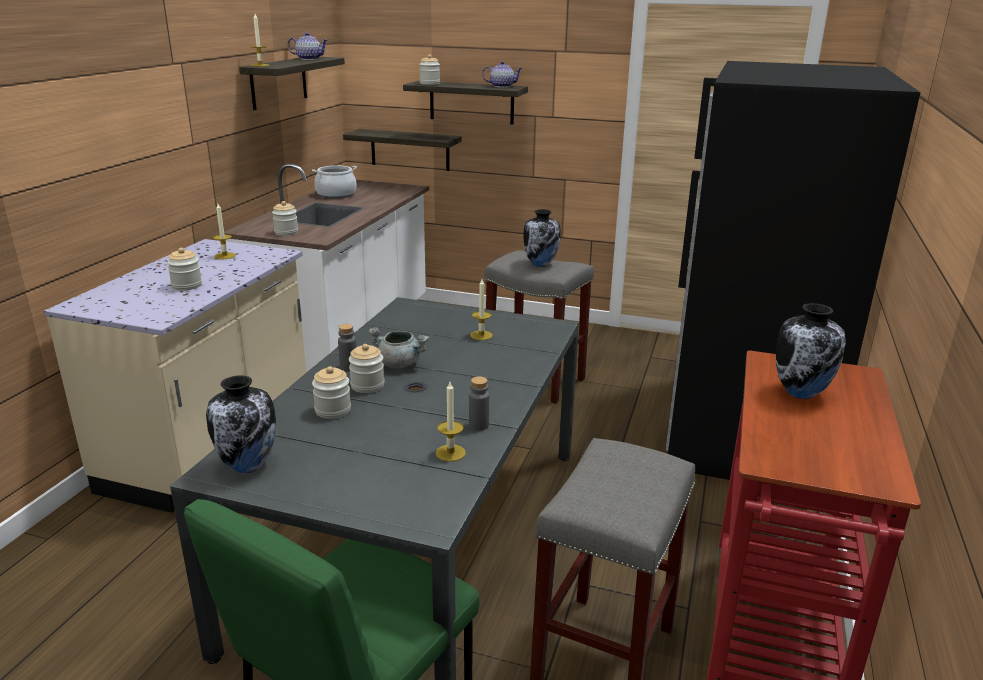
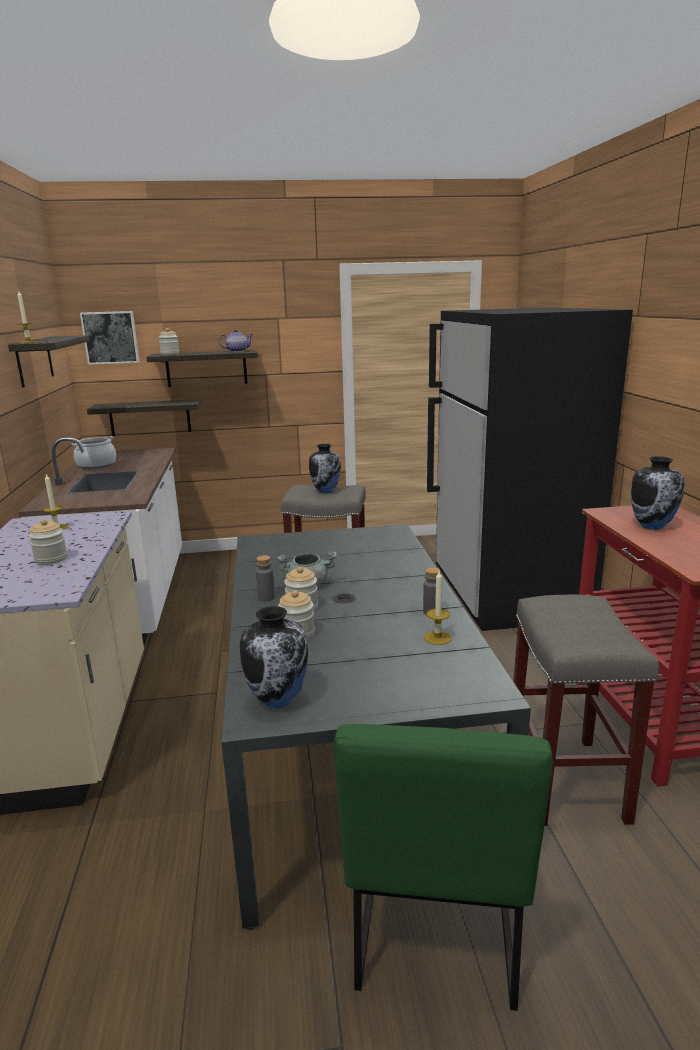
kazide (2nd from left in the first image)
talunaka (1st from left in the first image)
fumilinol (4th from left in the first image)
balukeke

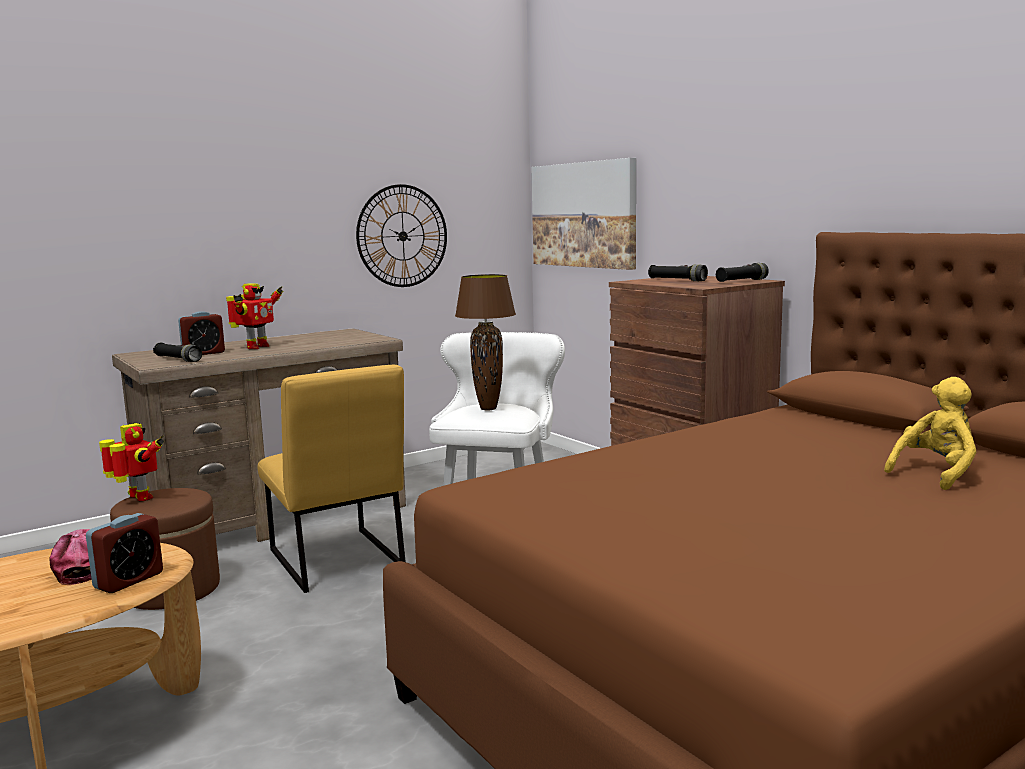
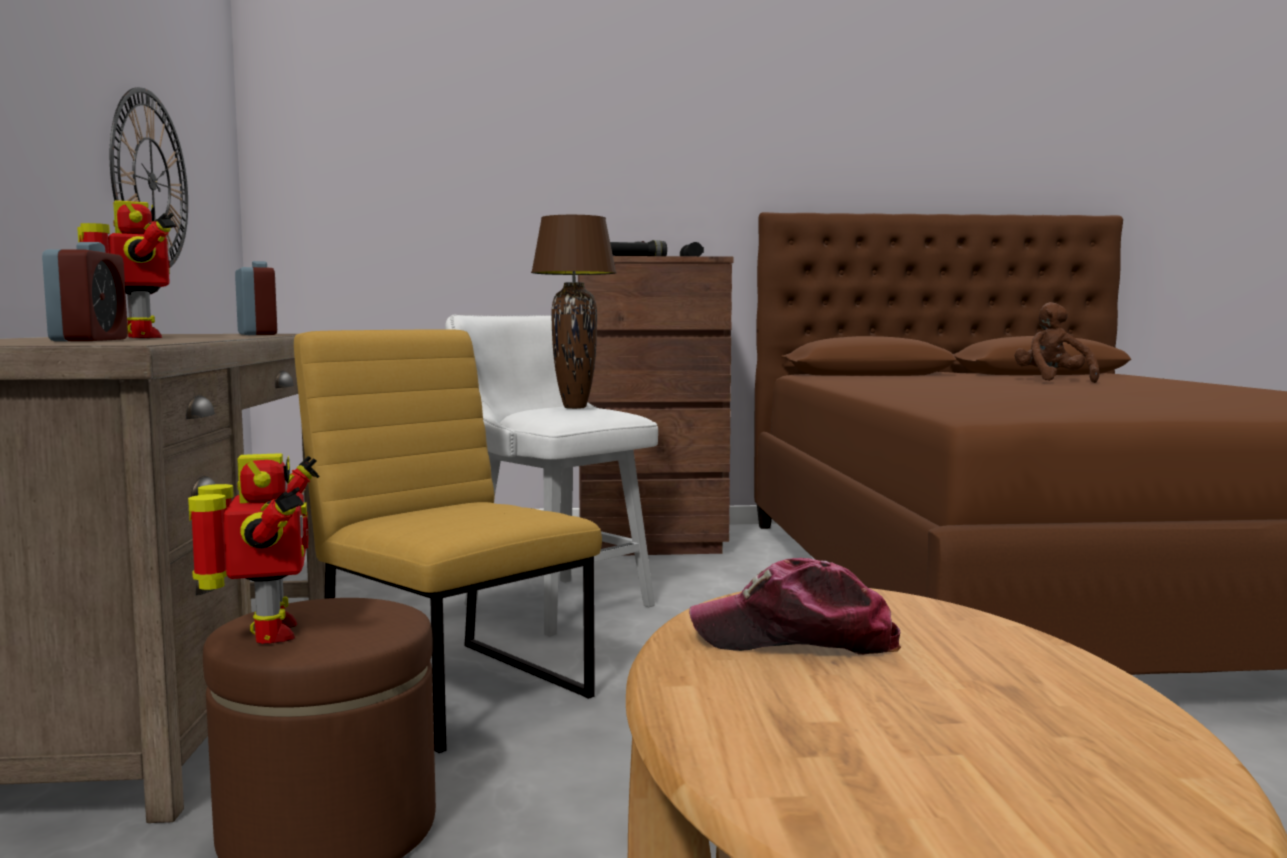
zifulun (2nd from left)
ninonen (2nd from left)
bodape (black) (1st from left in the first image)
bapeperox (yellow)
balukeke
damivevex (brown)

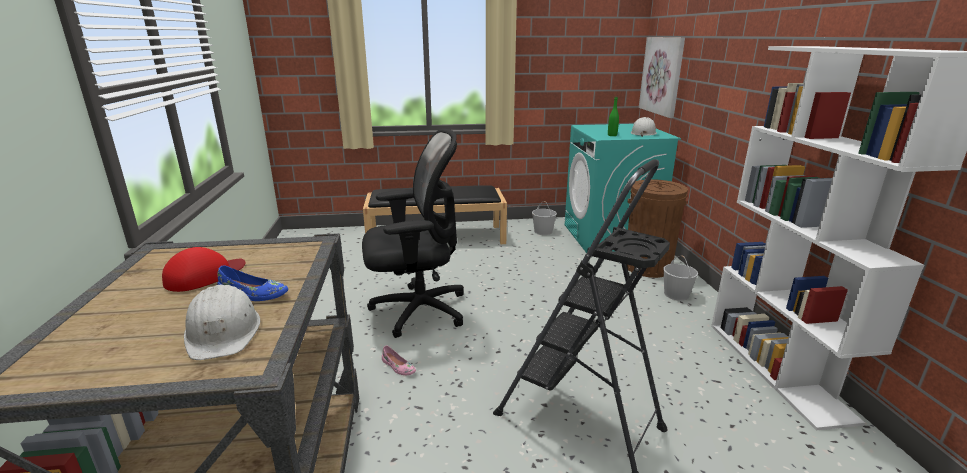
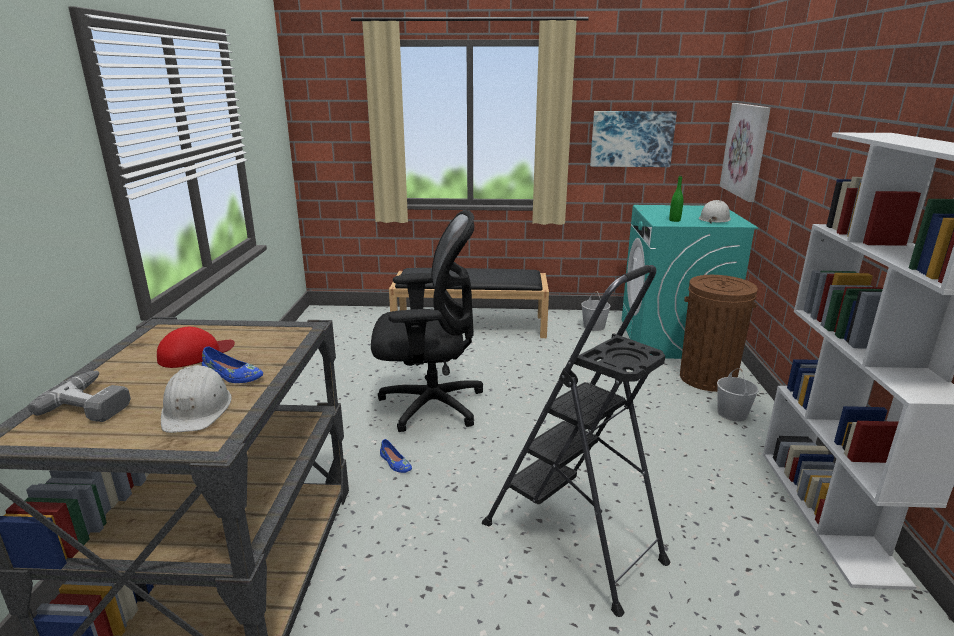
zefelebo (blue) (2nd from left)
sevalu
balukeke (1st from left)

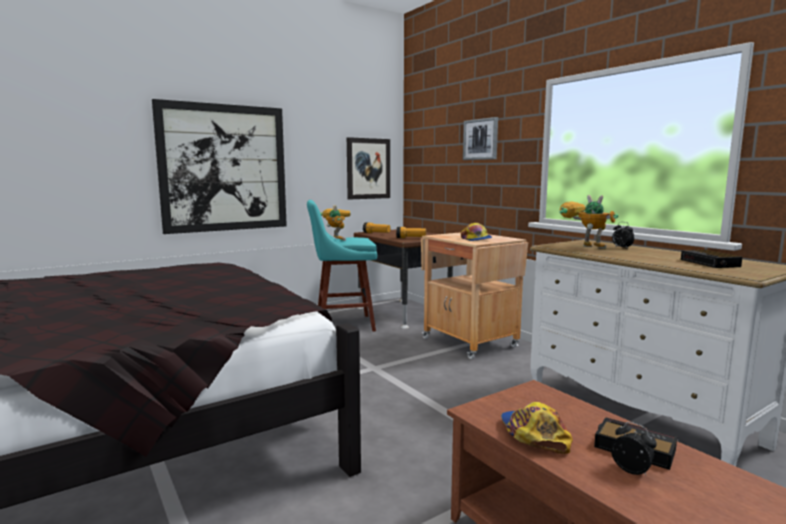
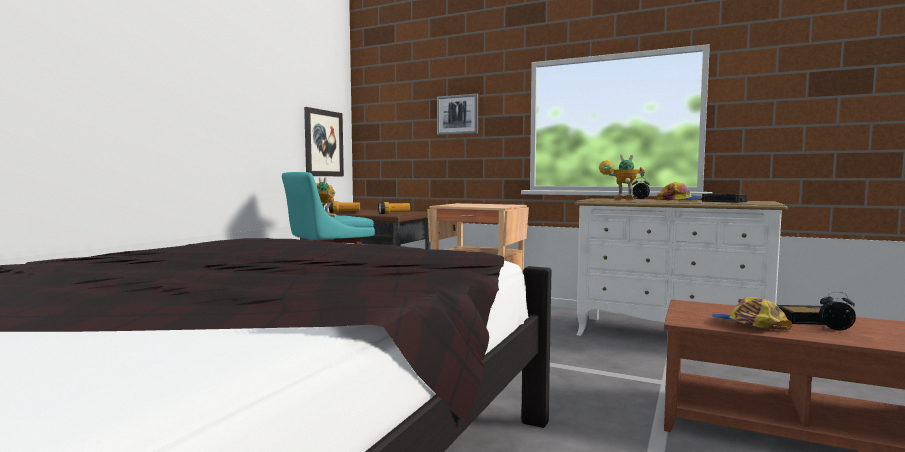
balukeke (1st from left in the first image)
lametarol (1st from left)

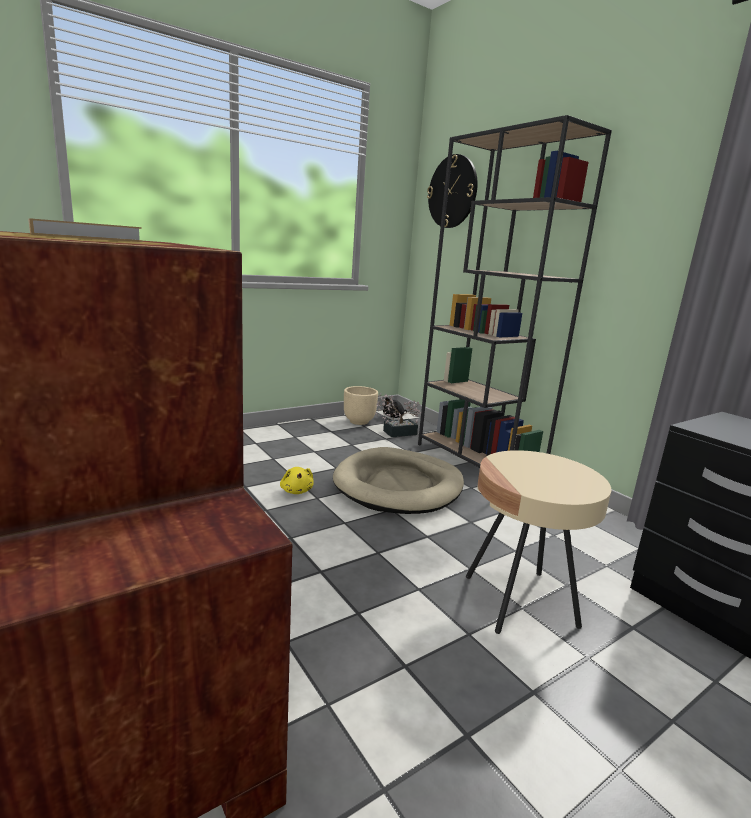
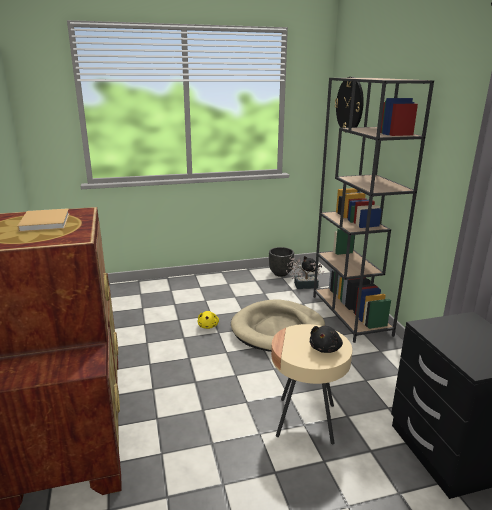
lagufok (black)
damivevex (black) (2nd from left)

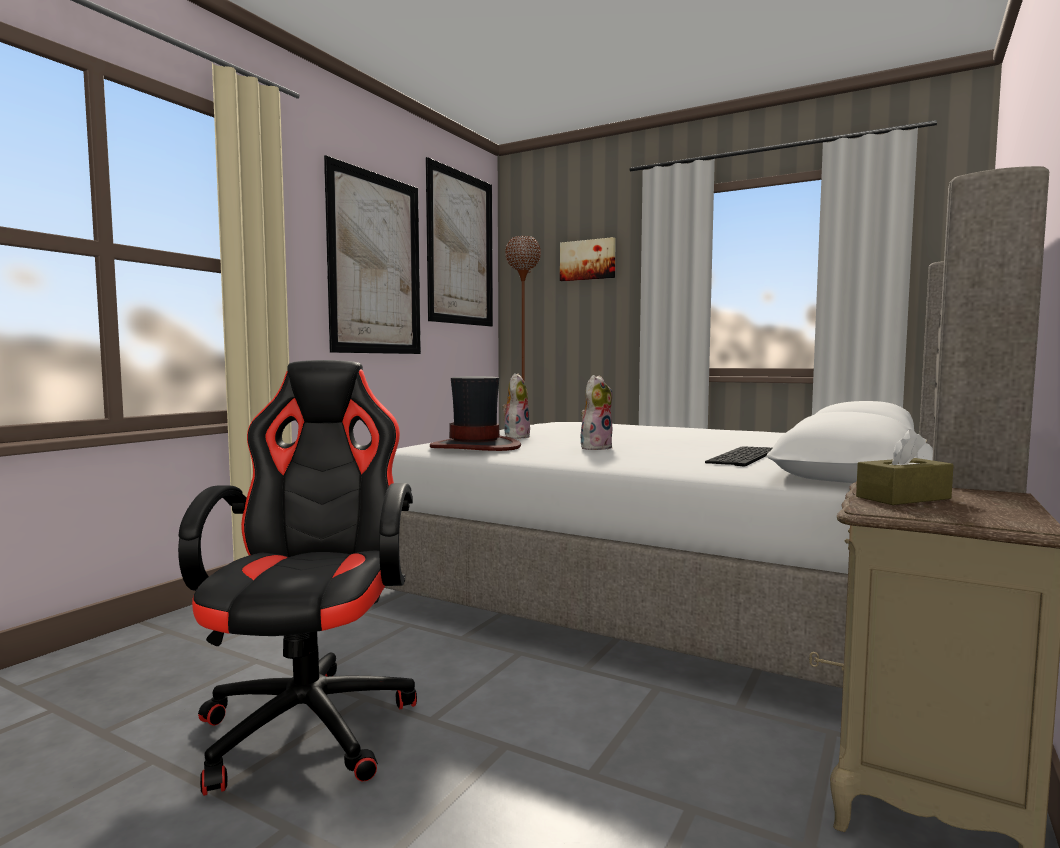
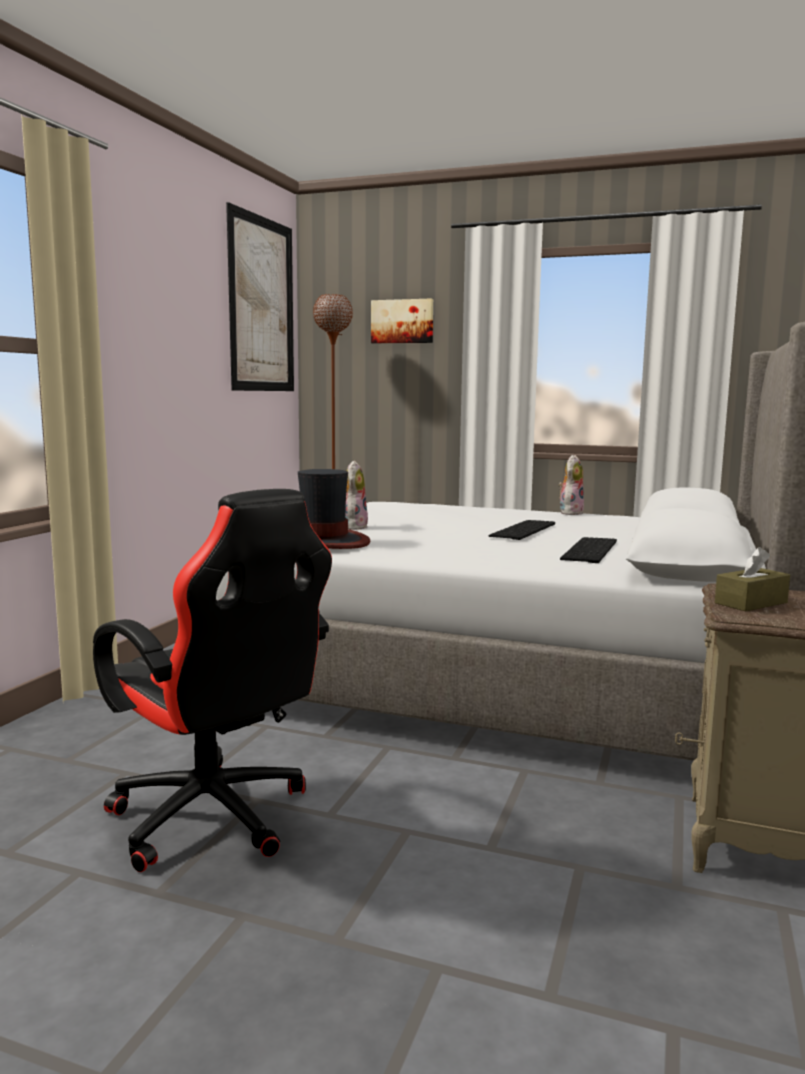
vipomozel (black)
balukeke (1st from left in the first image)
damivevex (2nd from left)
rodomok (1st from left)

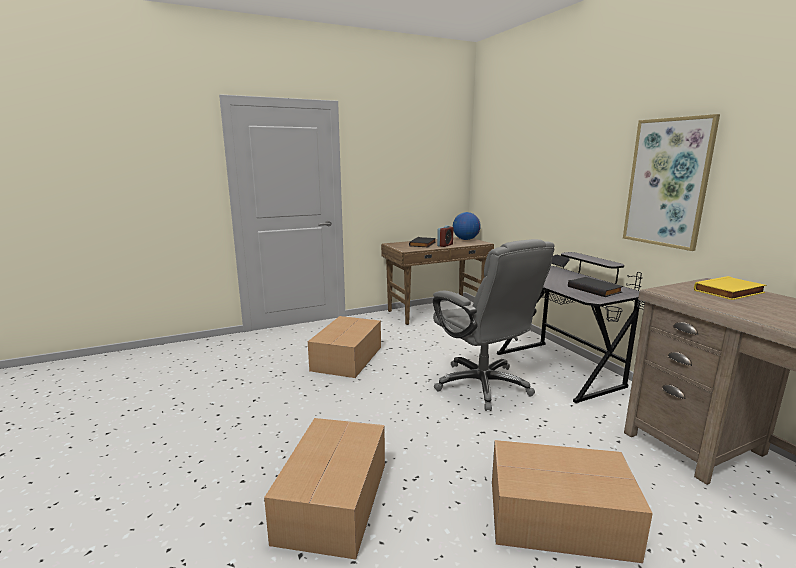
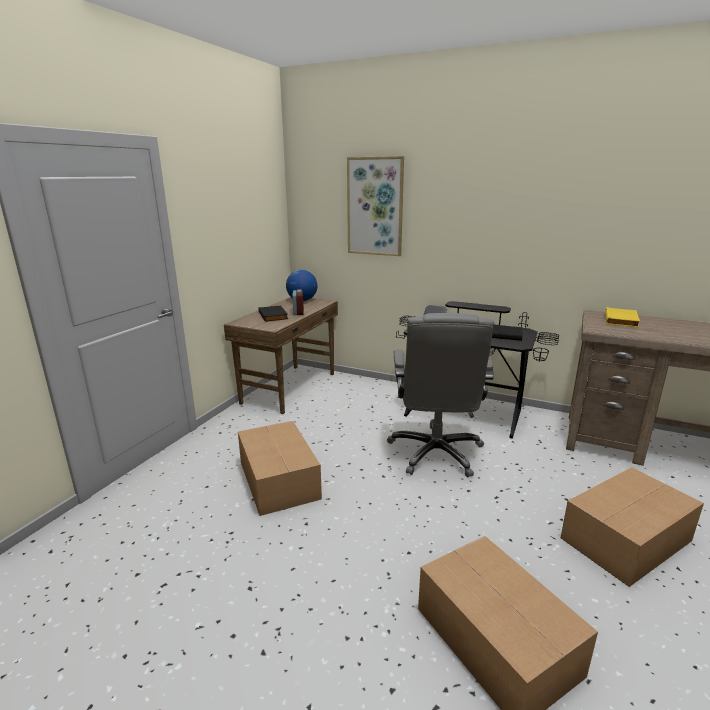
vipomozel (grey)
balukeke

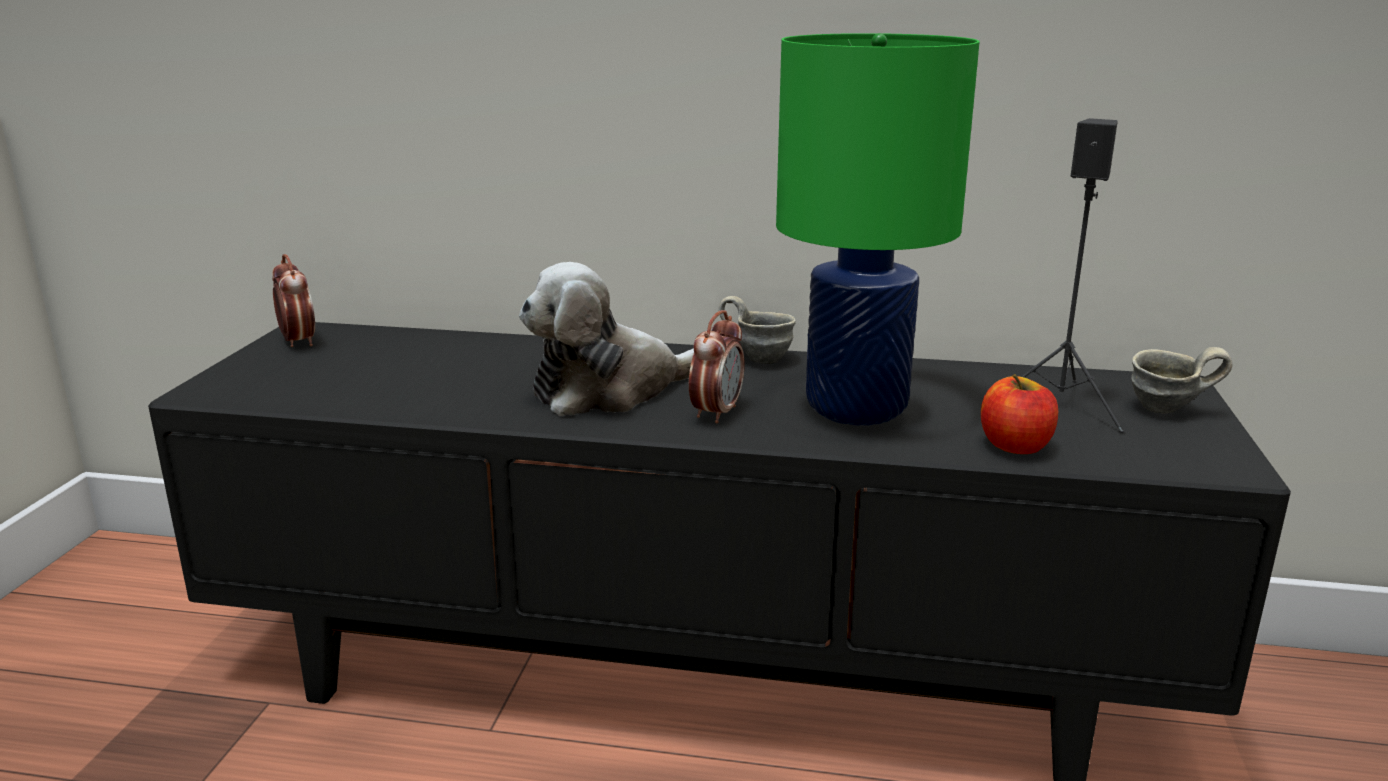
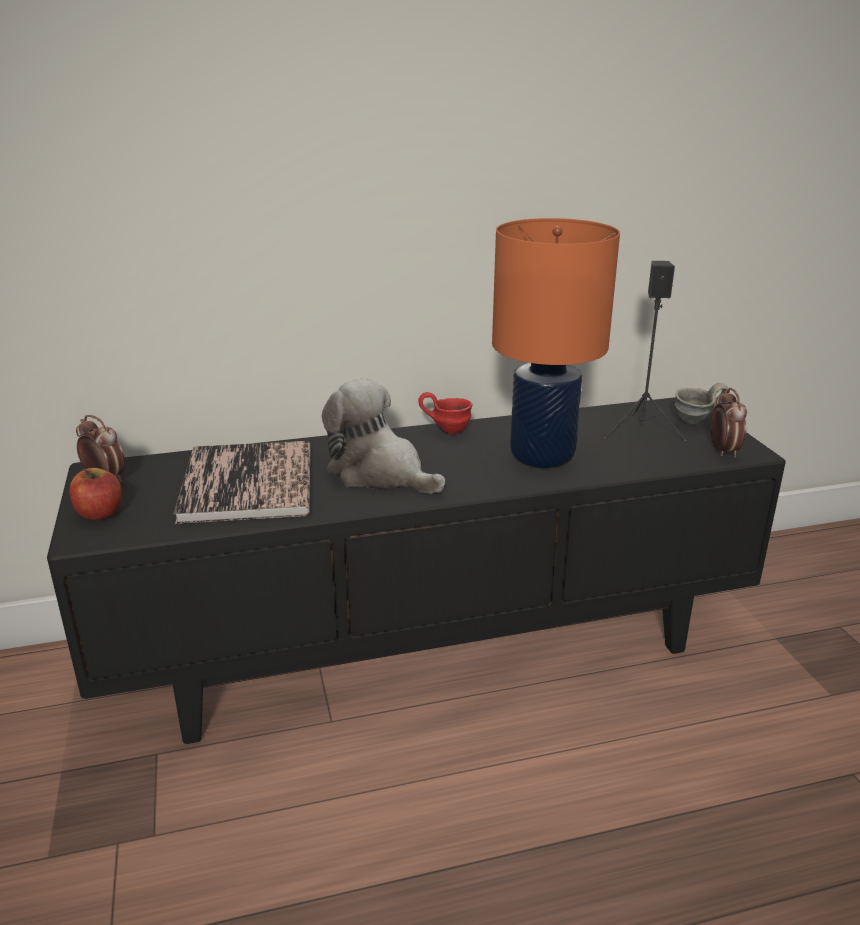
damivevex
zifulun (2nd from left)
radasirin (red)
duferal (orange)
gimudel
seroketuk

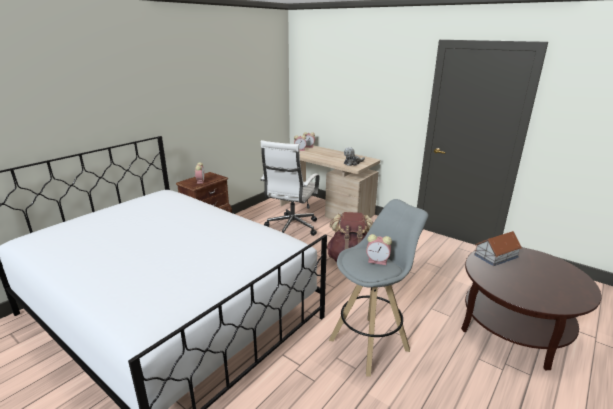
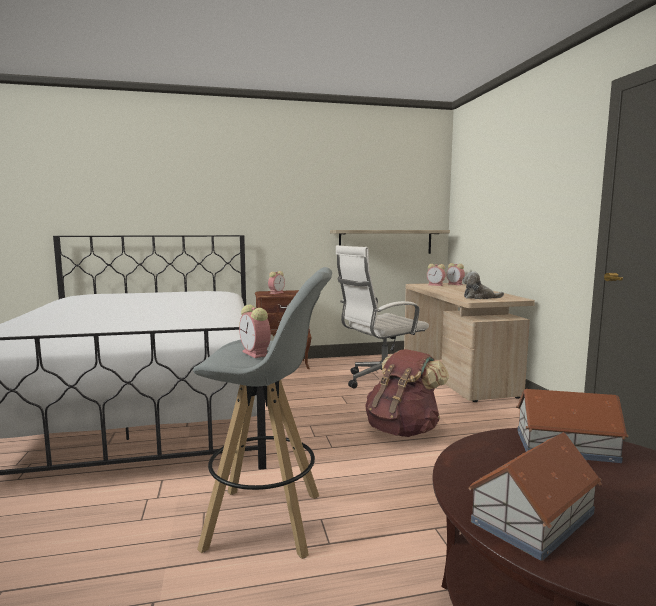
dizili
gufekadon (1st from left)

